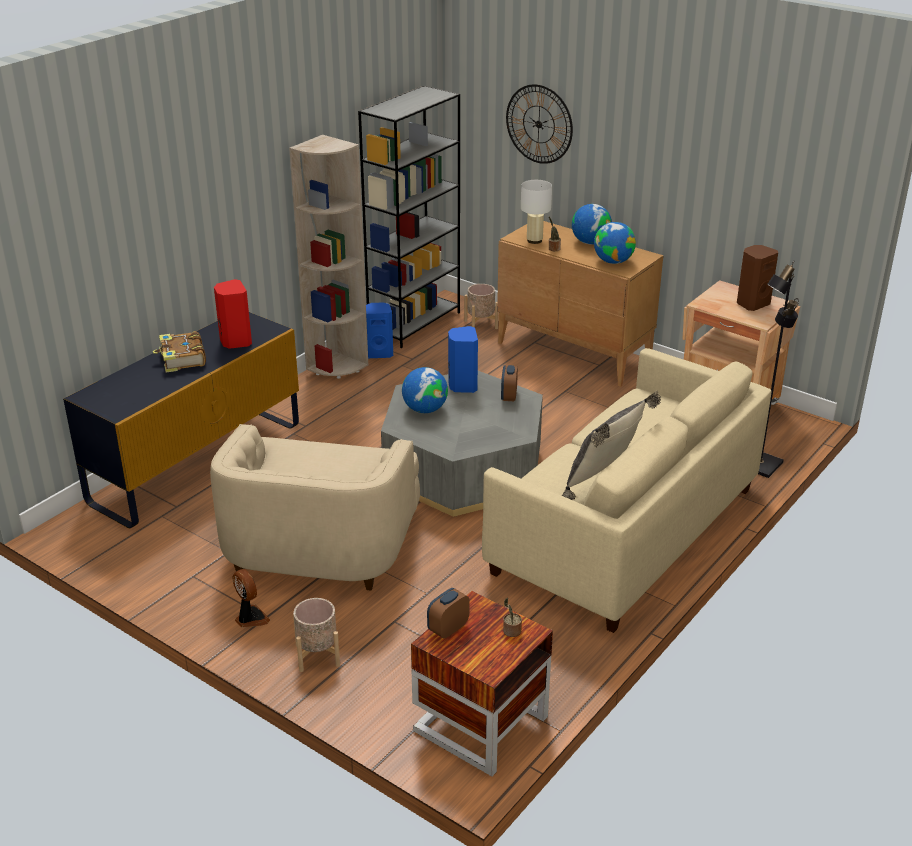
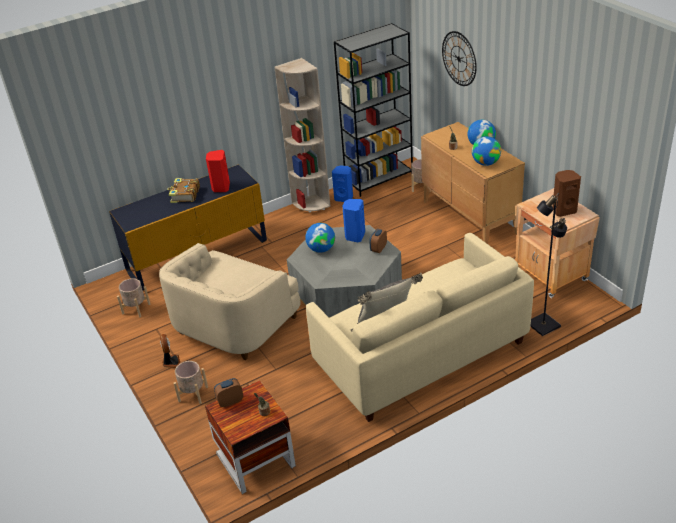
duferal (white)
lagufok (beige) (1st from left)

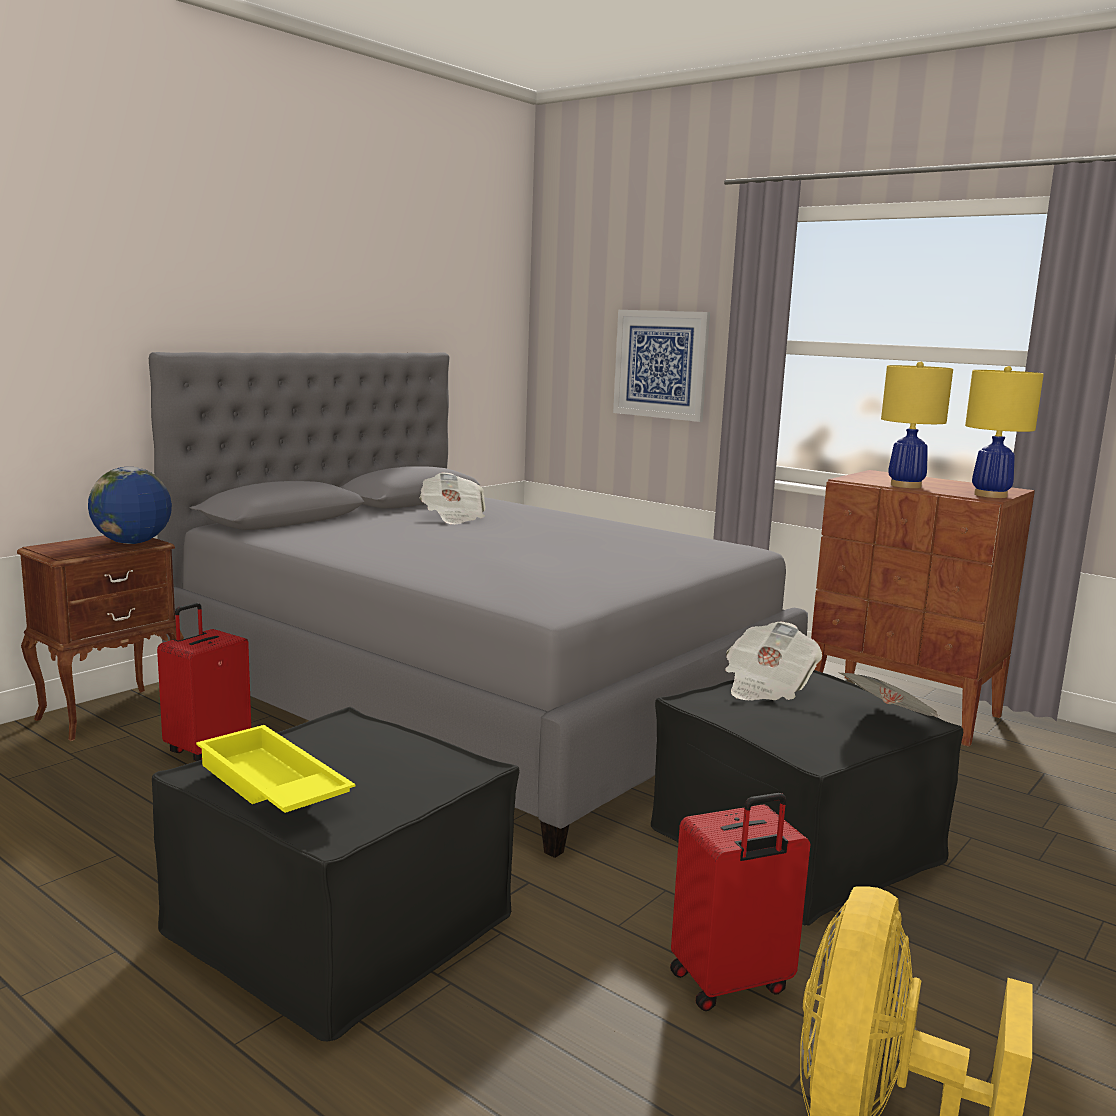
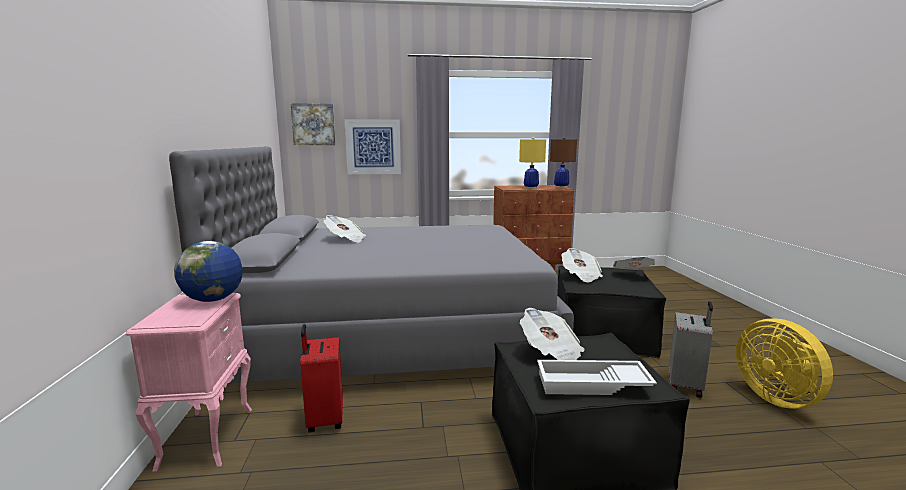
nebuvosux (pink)
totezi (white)
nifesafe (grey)
duferal (brown)
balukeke (1st from left)
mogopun (2nd from left)

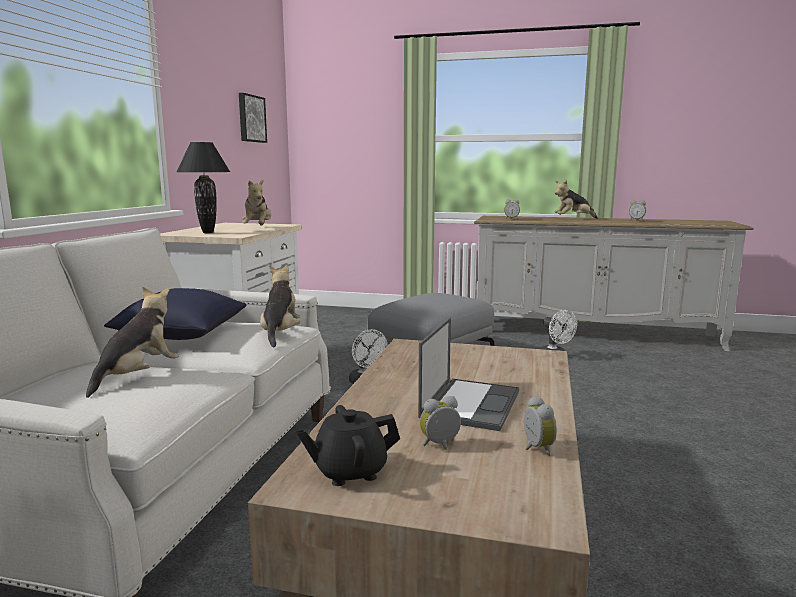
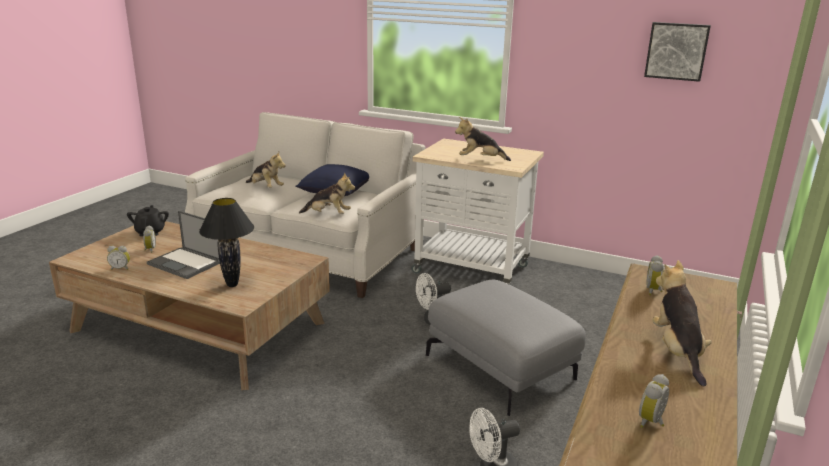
duferal (black)

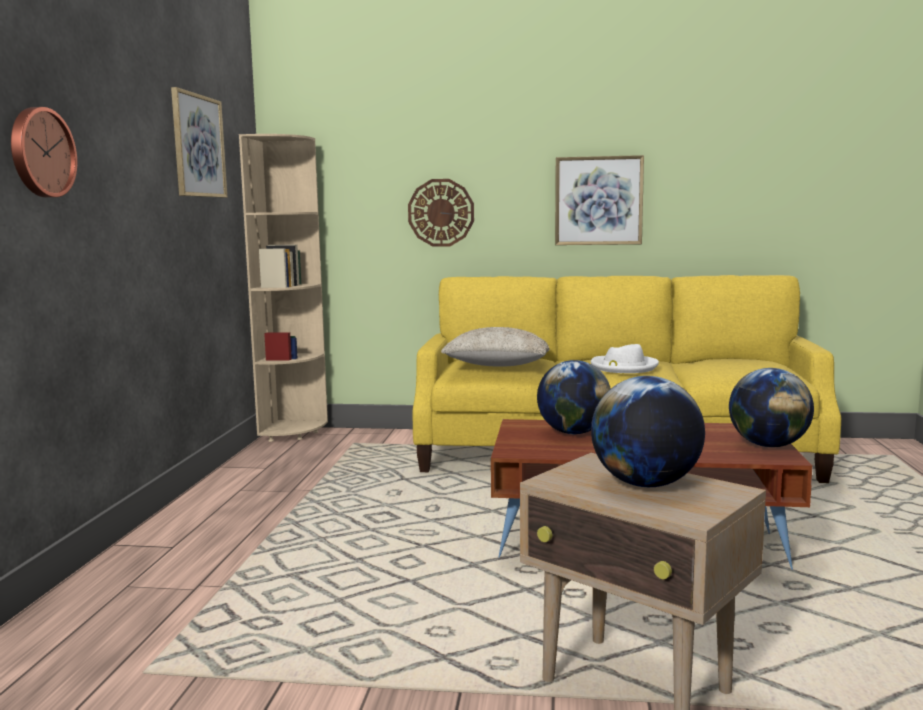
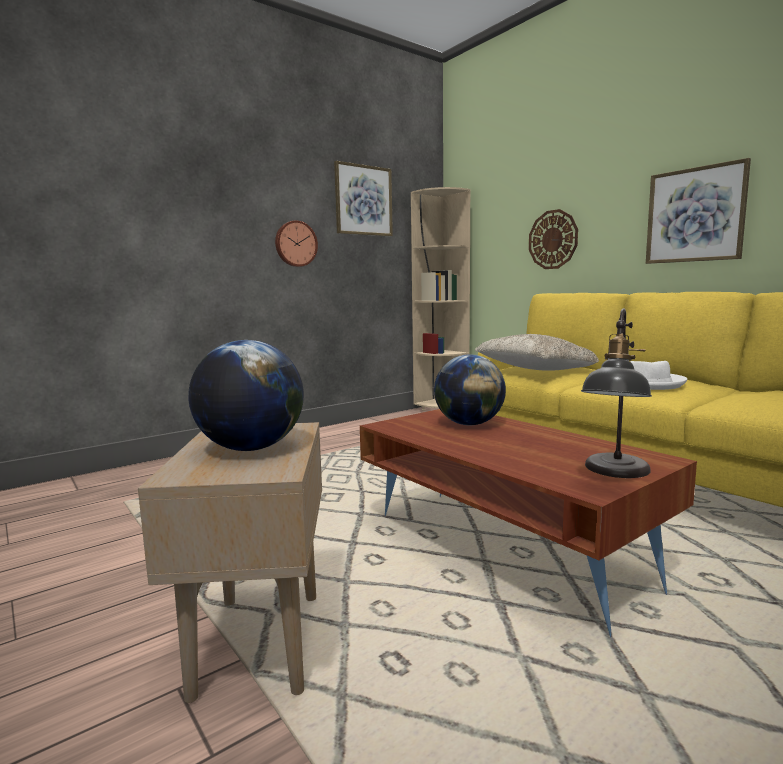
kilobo (1st from left)
duferal (grey)

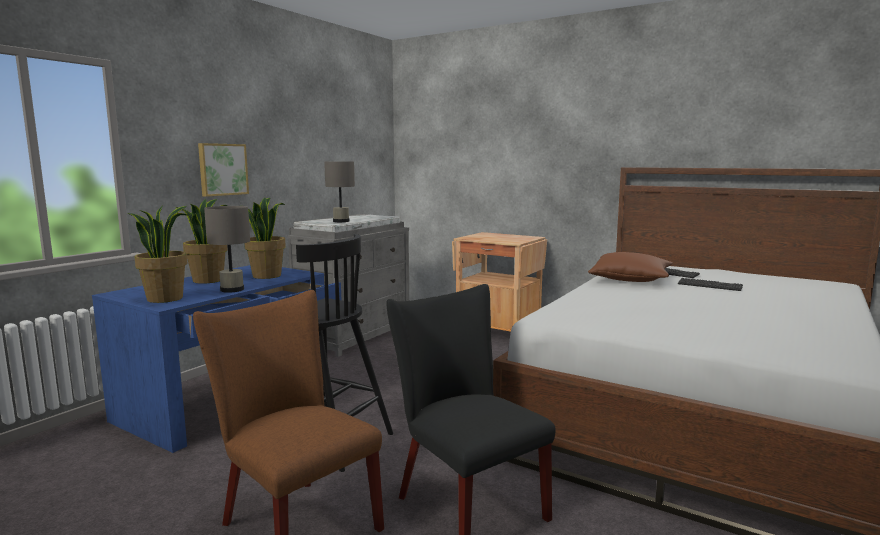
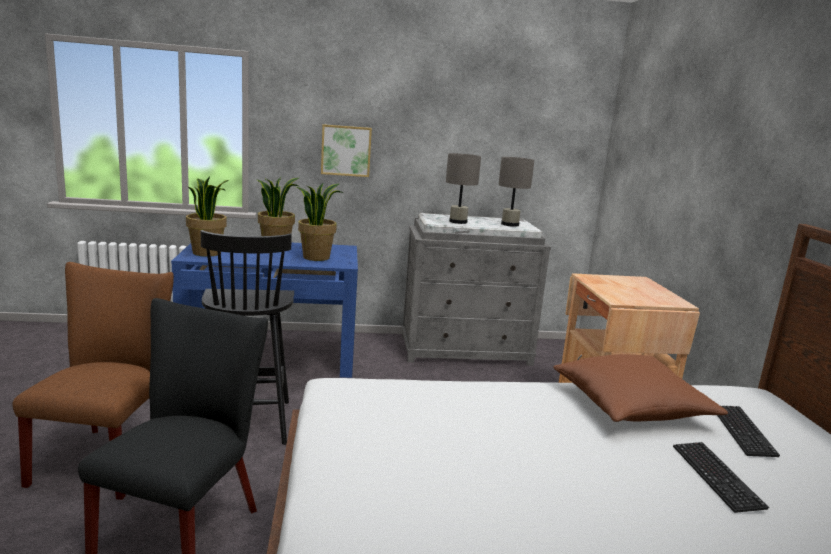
duferal (grey) (2nd from left)

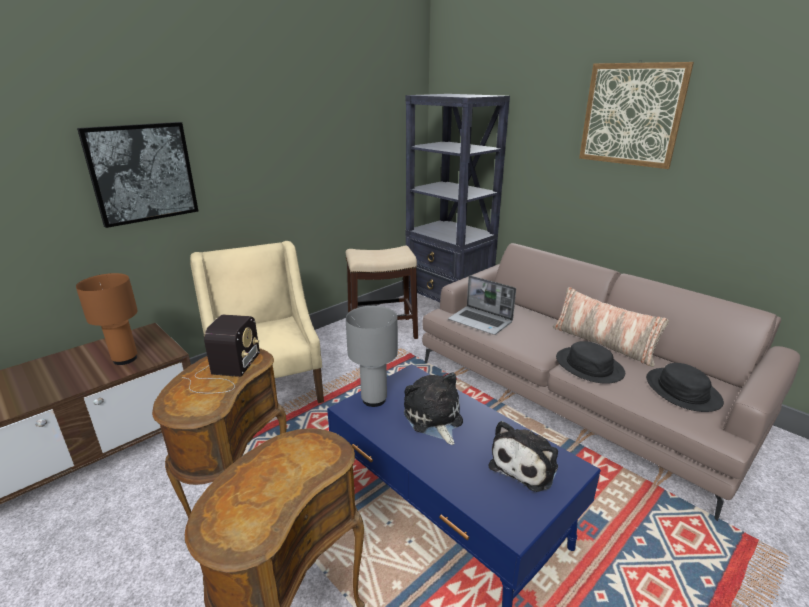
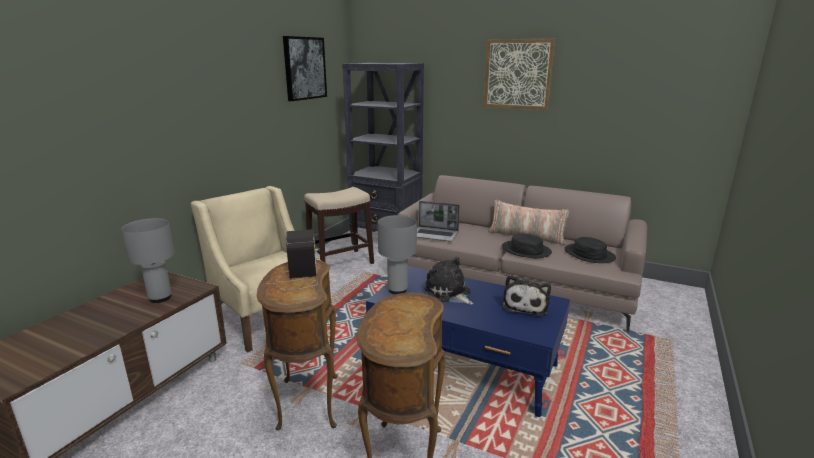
duferal (grey) (1st from left)
balukeke (1st from left)

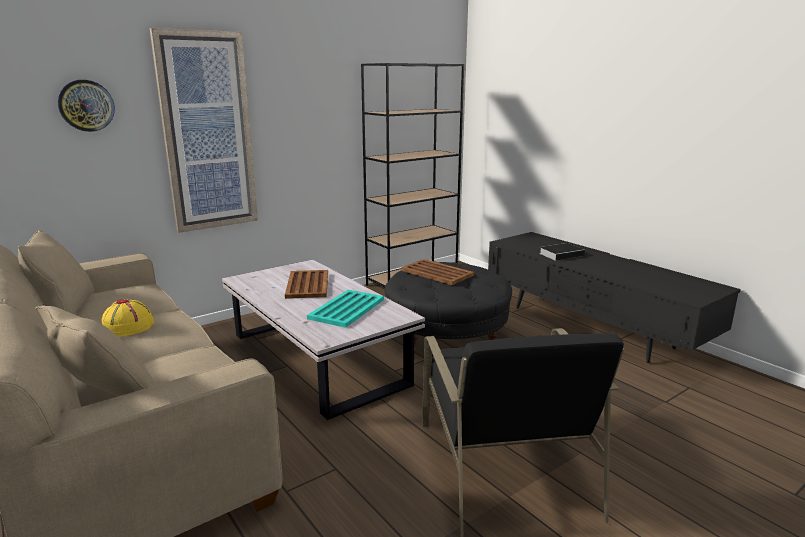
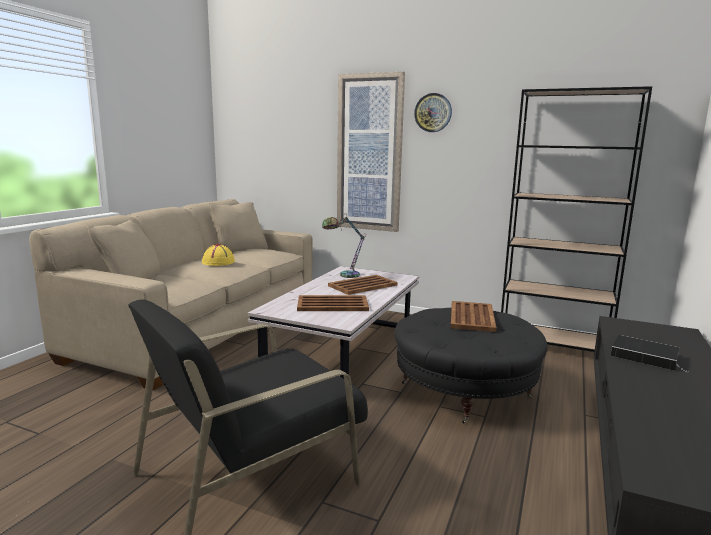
kilobo
totezi (brown) (1st from left)
duferal

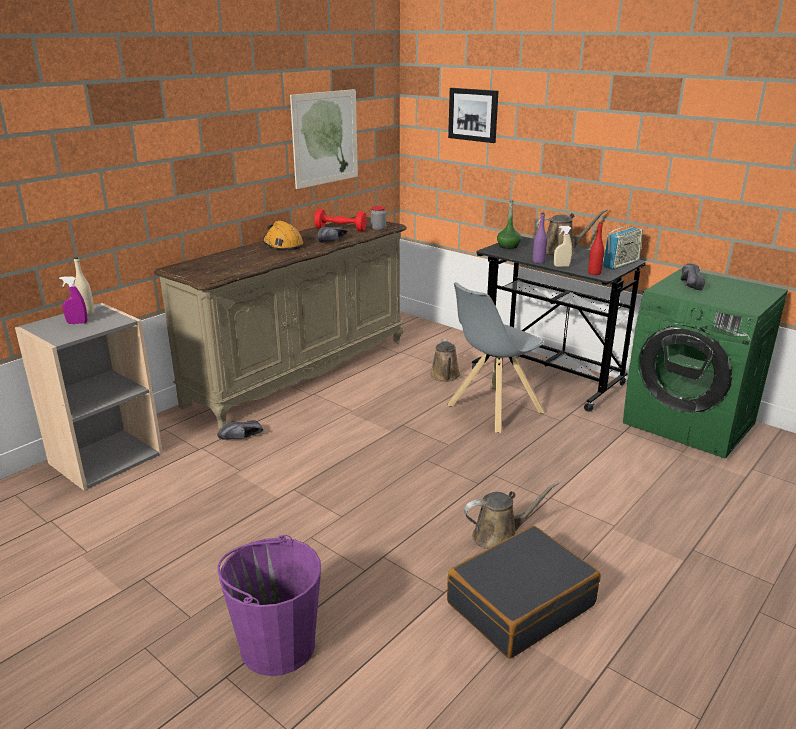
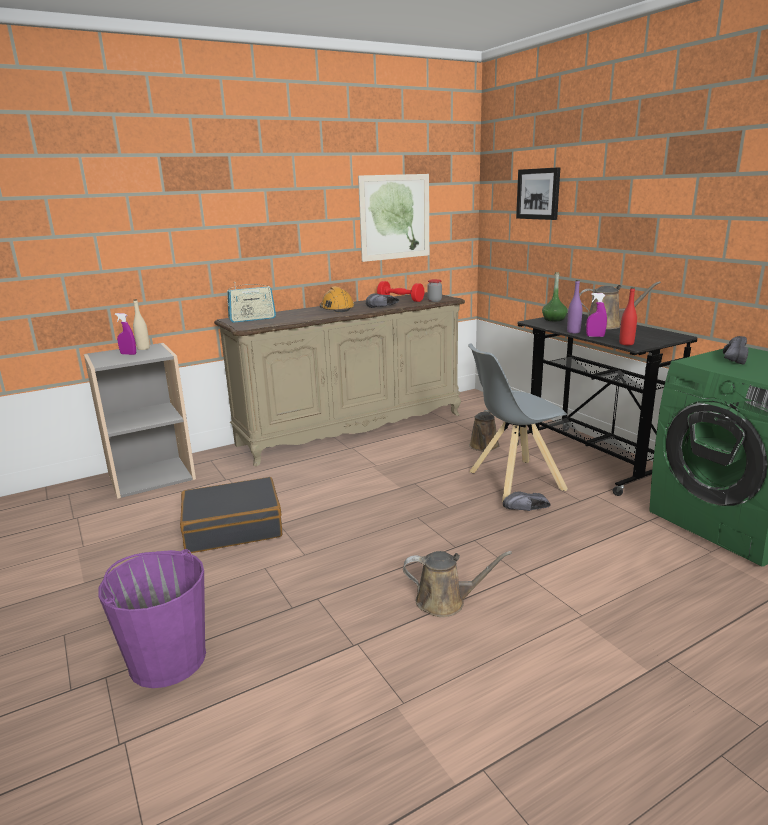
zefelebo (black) (2nd from left)
nifesafe (black)
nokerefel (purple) (2nd from left)
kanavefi

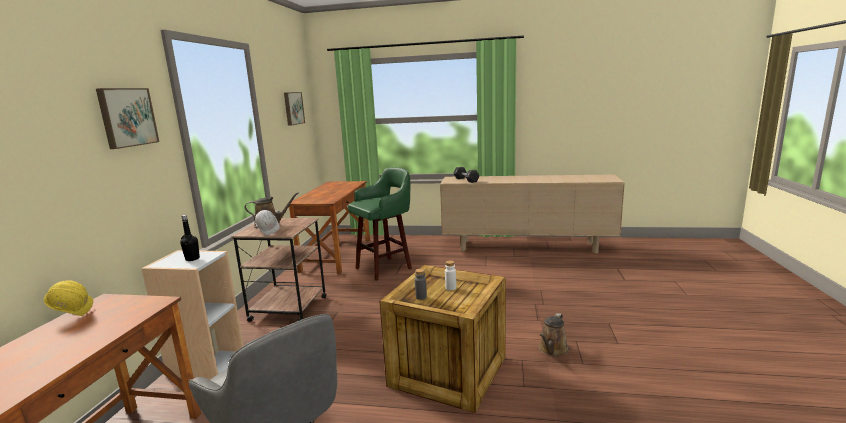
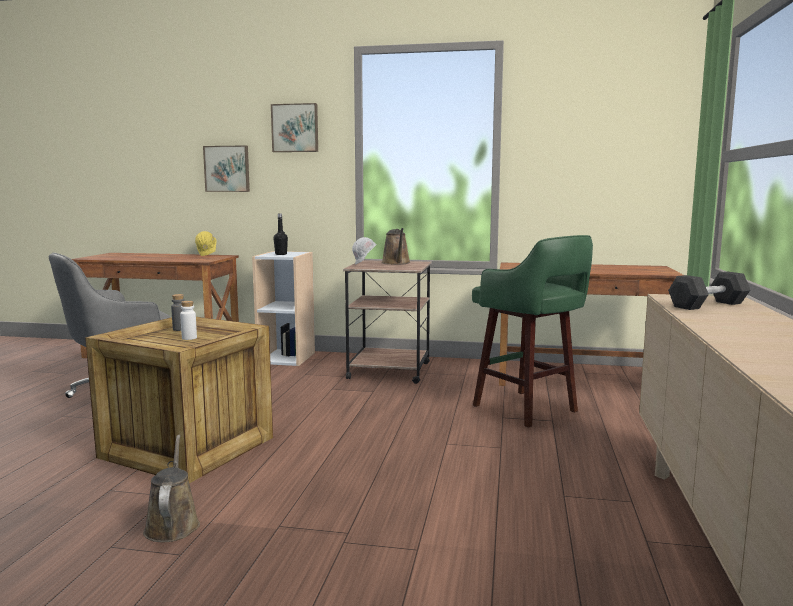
balukeke (1st from left)
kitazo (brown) (1st from left)

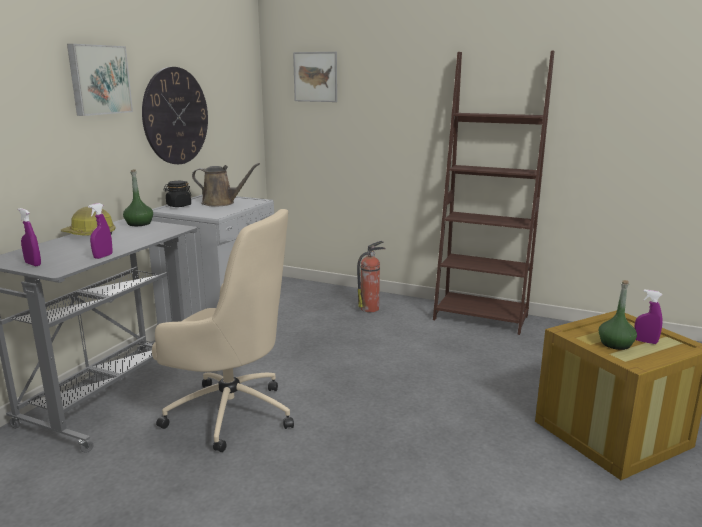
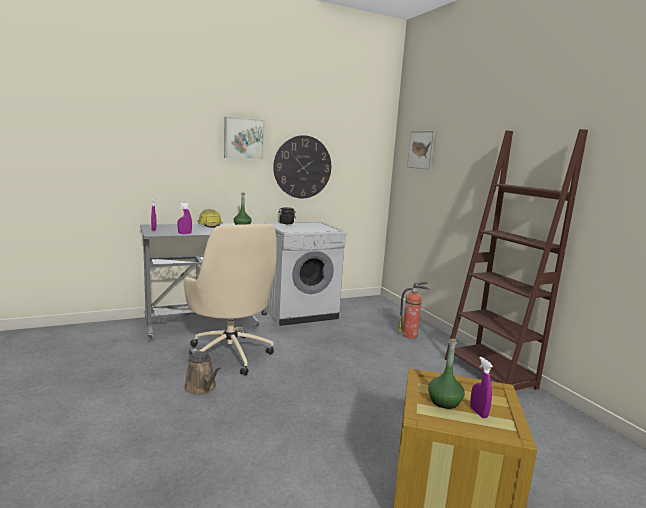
kitazo (brown)

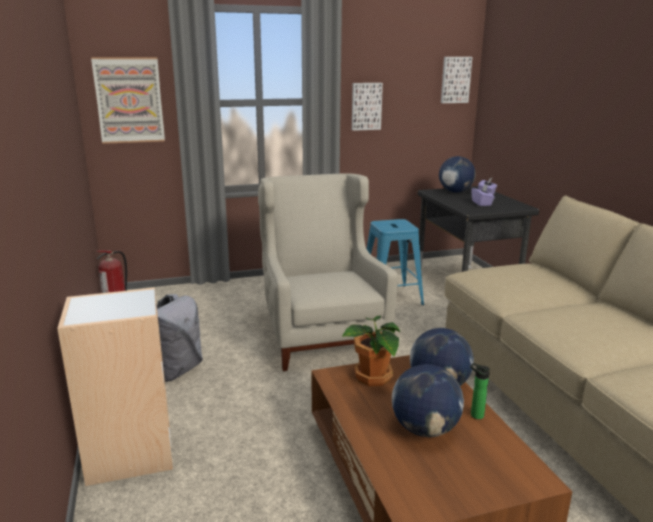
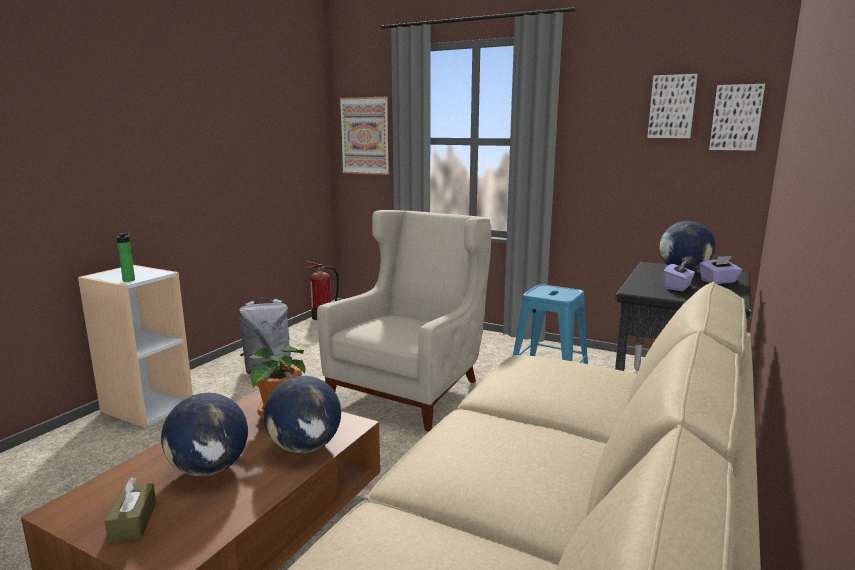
balukeke (2nd from left)
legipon
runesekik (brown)

